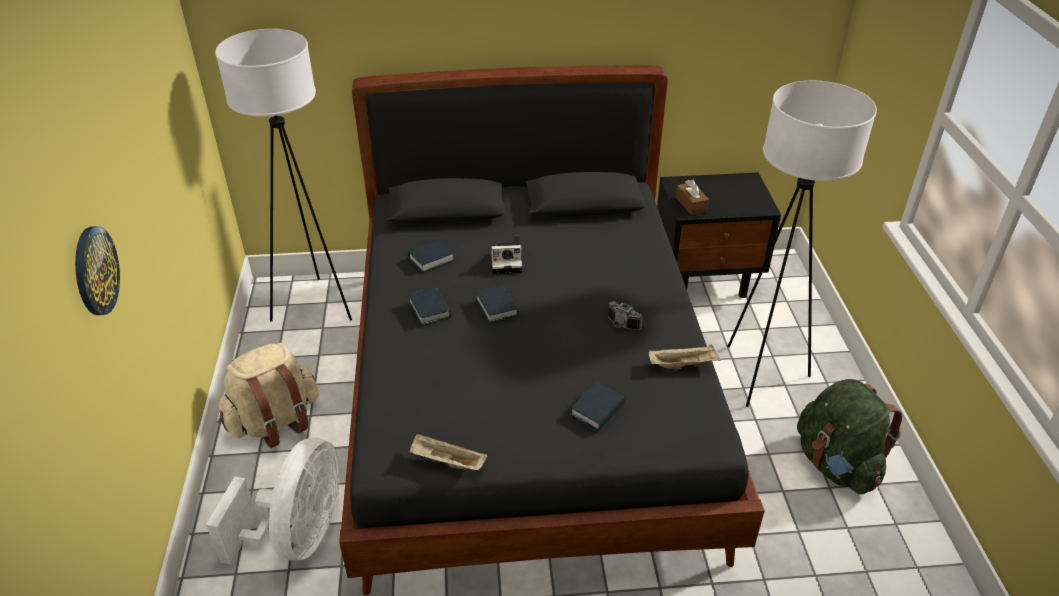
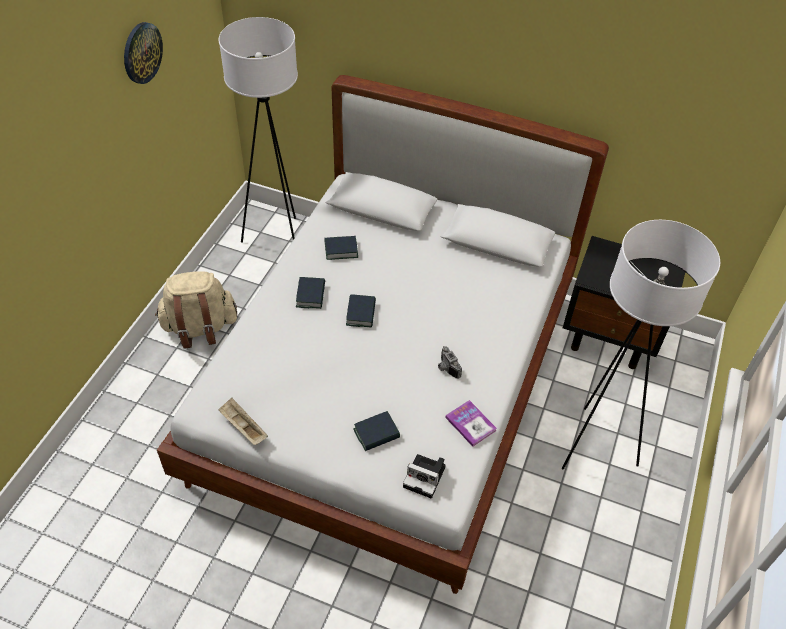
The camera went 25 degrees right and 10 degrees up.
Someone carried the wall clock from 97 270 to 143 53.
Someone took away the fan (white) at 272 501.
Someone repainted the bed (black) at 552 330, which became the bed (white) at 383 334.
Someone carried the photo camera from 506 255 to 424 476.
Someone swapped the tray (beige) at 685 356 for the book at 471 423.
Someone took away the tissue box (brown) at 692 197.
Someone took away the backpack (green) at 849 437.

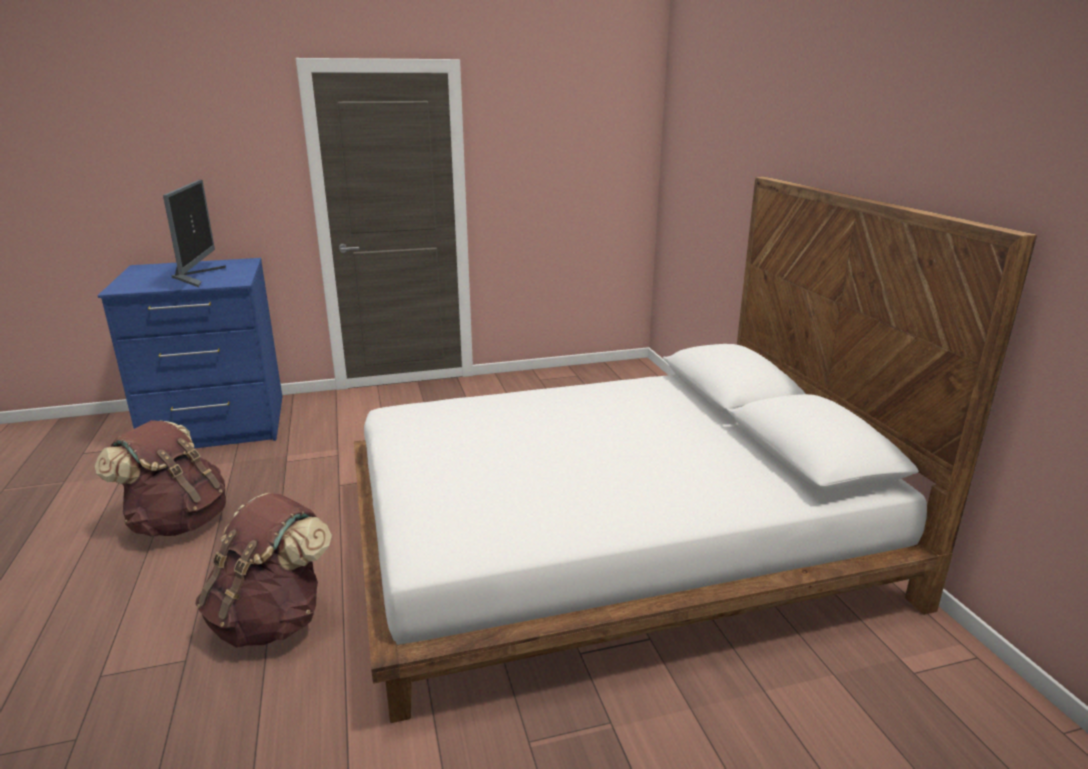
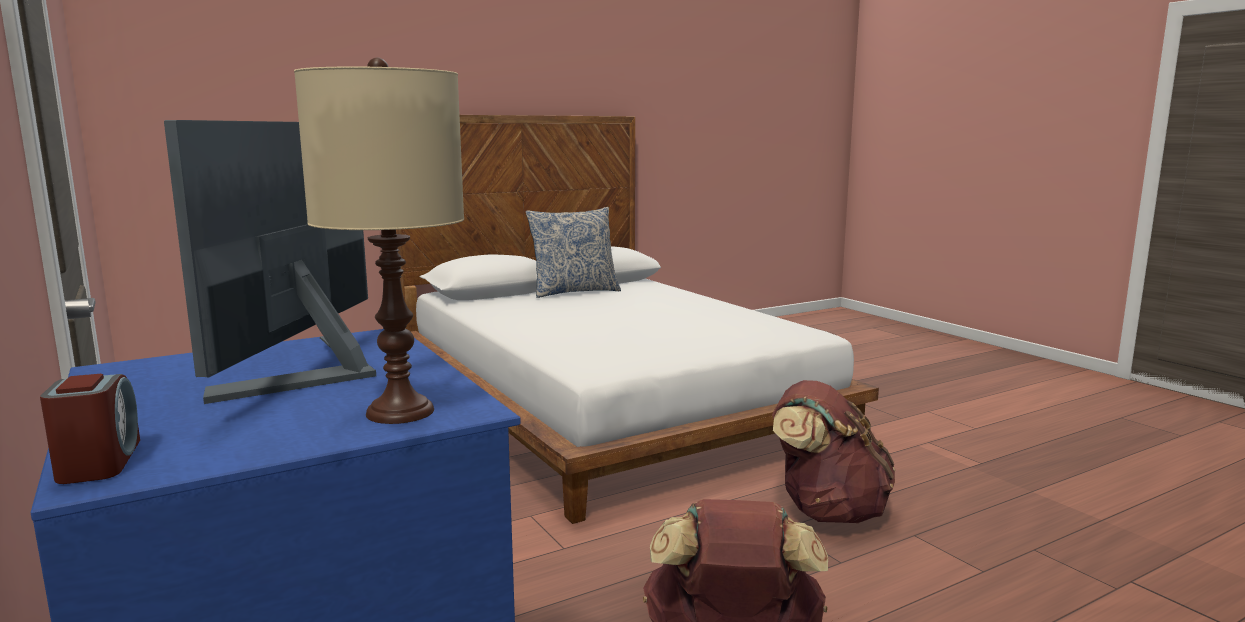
The camera went 105 degrees left and 10 degrees down.
Someone rotated the monitor at 194 233 by 60 degrees counterclockwise.
Someone put down the alarm clock at 90 429.
Someone put down the table lamp (beige) at 379 241.
Someone put down the pillow at 573 252.

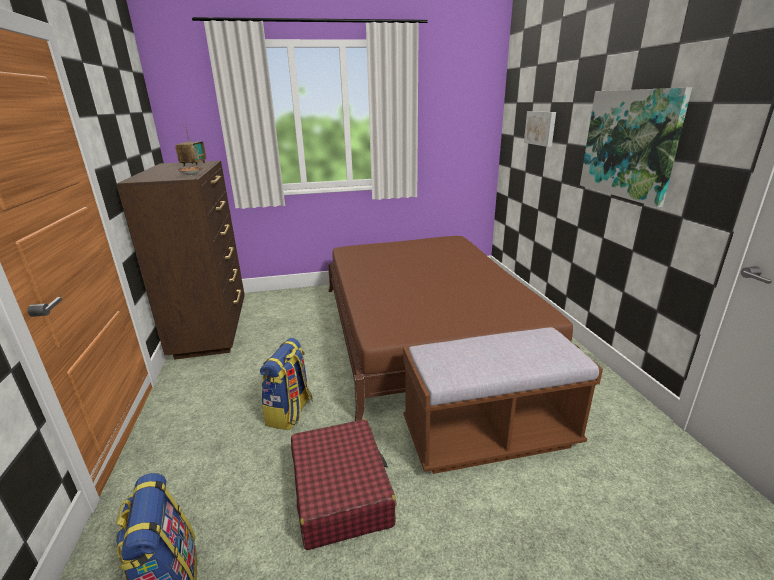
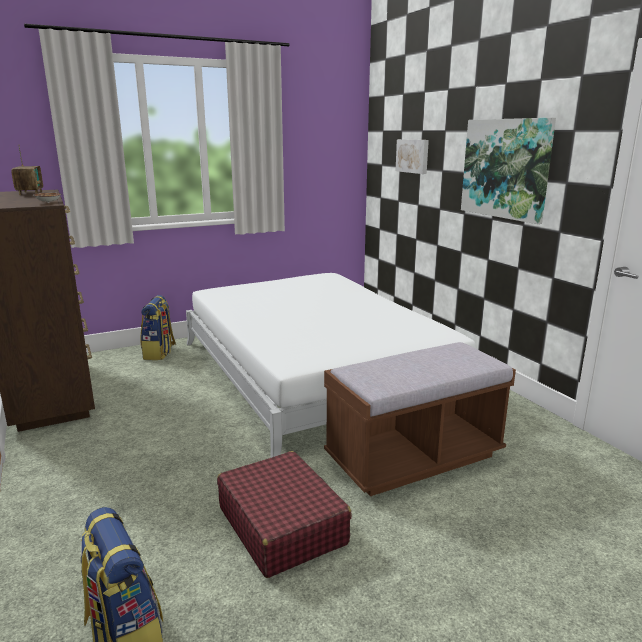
The camera went 15 degrees left and 5 degrees down.
Someone carried the backpack from 286 384 to 158 327.
Someone repainted the bed (brown) at 454 328, which became the bed (white) at 330 365.

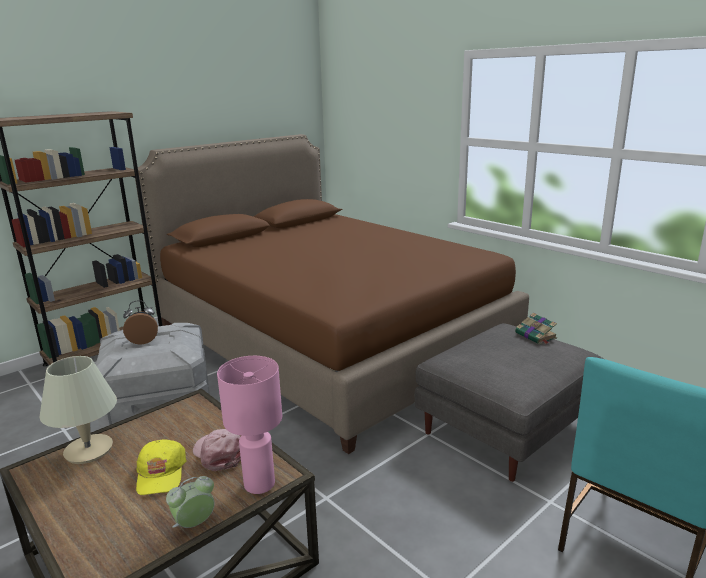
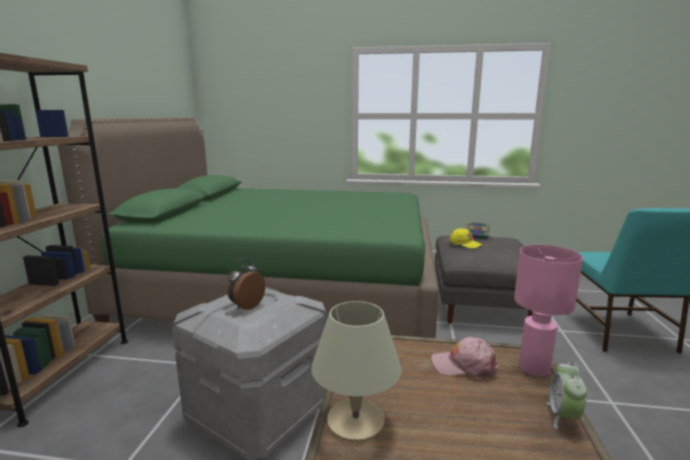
The camera went 40 degrees left and 5 degrees down.
Someone repainted the bed (brown) at 332 294, which became the bed (green) at 248 227.
Someone carried the cap (yellow) from 161 467 to 465 238.

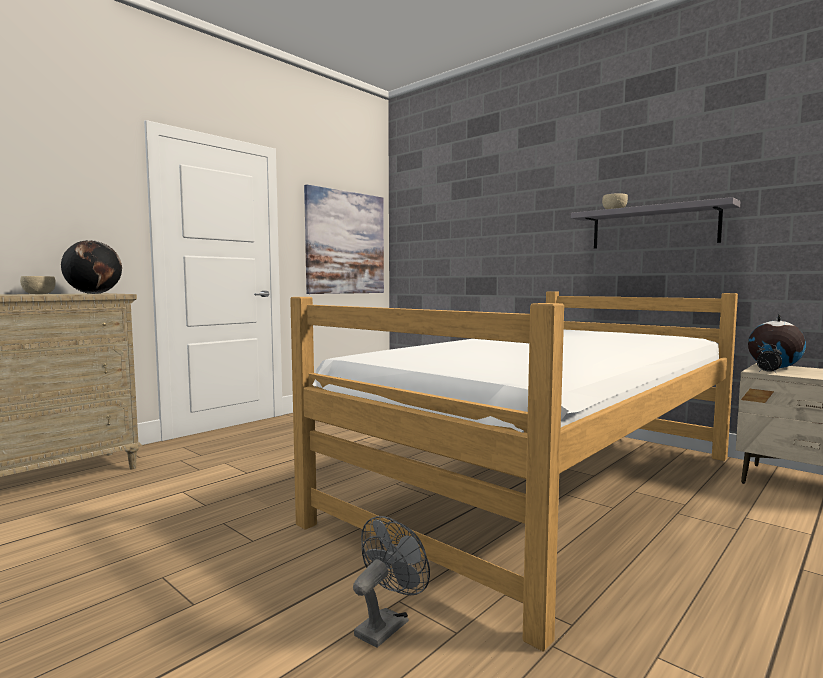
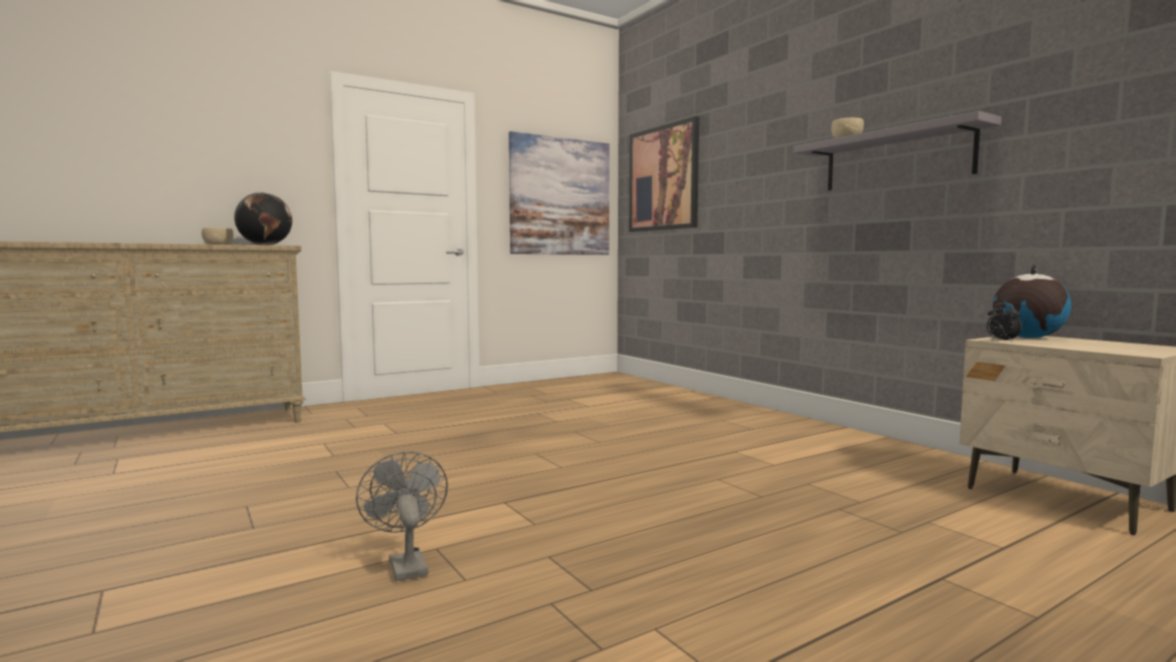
The camera went 15 degrees right and 0 degrees up.
Someone took away the bed at 514 471.
Someone rotated the fan (grey) at 391 582 by 75 degrees counterclockwise.
Someone put up the picture at 664 174.

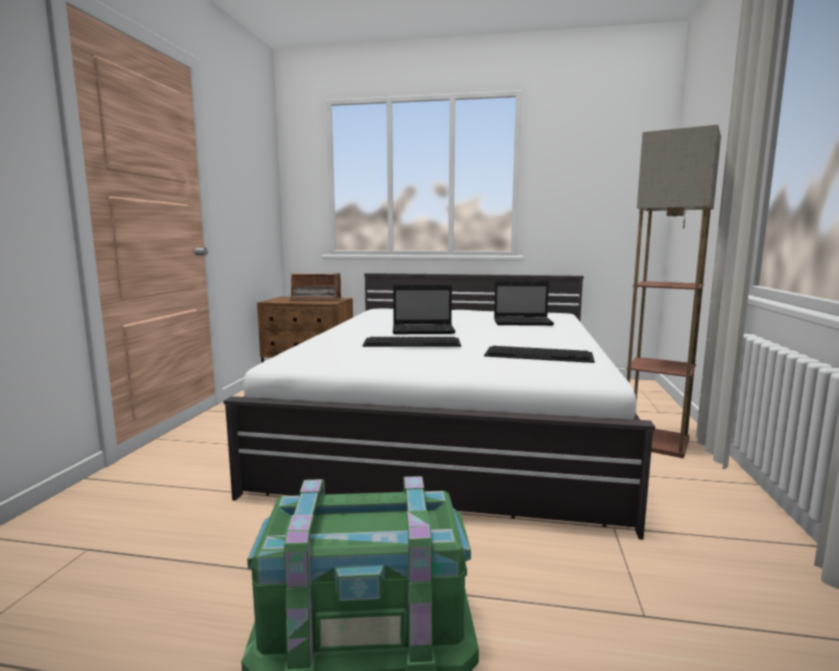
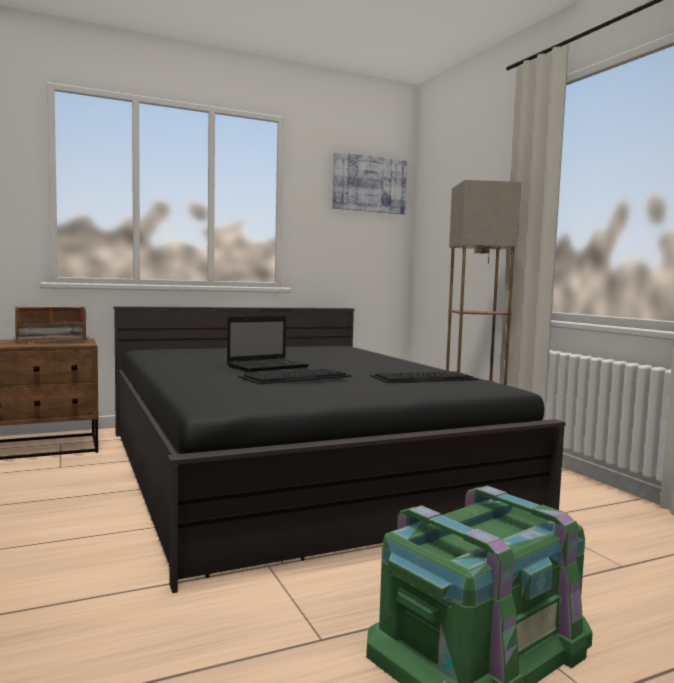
The camera went 35 degrees left and 5 degrees down.
Someone repainted the bed (white) at 439 406, which became the bed (black) at 339 449.
Someone took away the laptop at 524 303.
Someone put up the picture at 369 183.

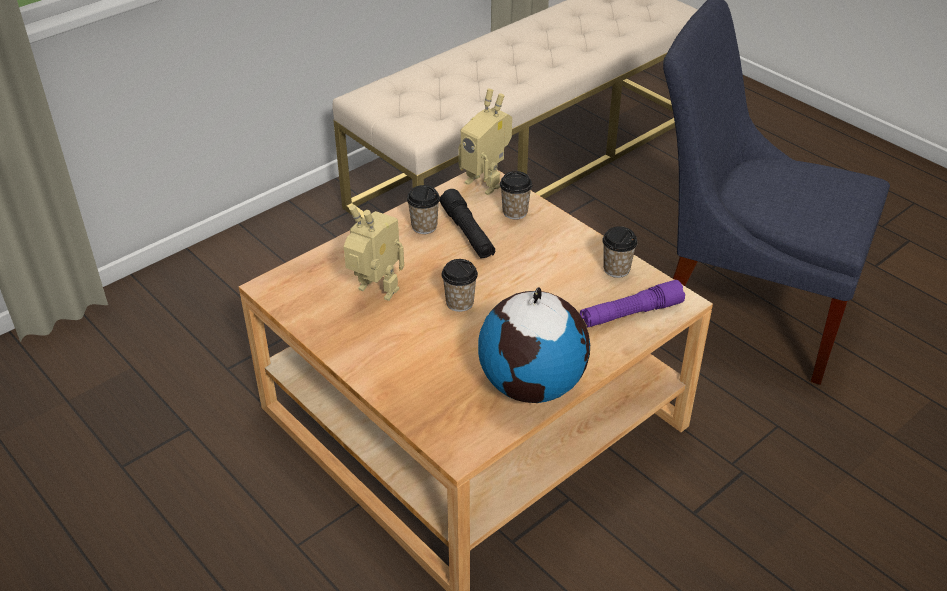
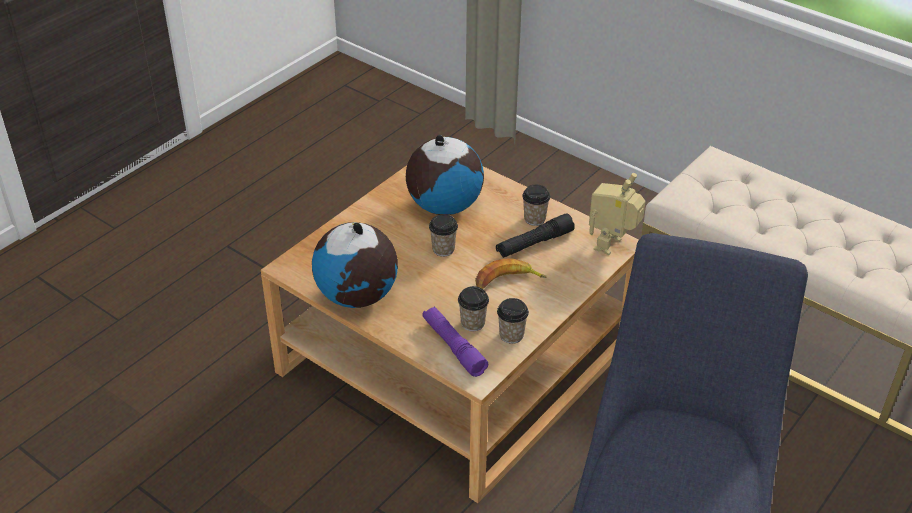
The camera went 80 degrees right and 0 degrees up.
Someone swapped the toy robot at 374 253 for the globe at 445 175.
Someone carried the cup from 516 195 to 473 308.
Someone put down the banana at 511 273.

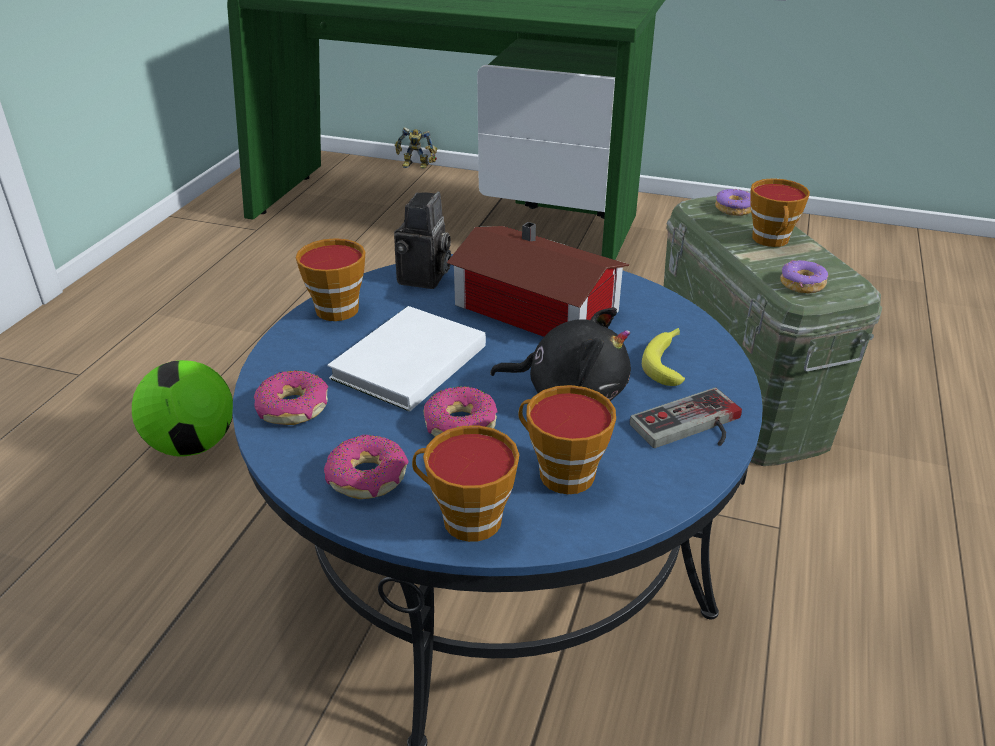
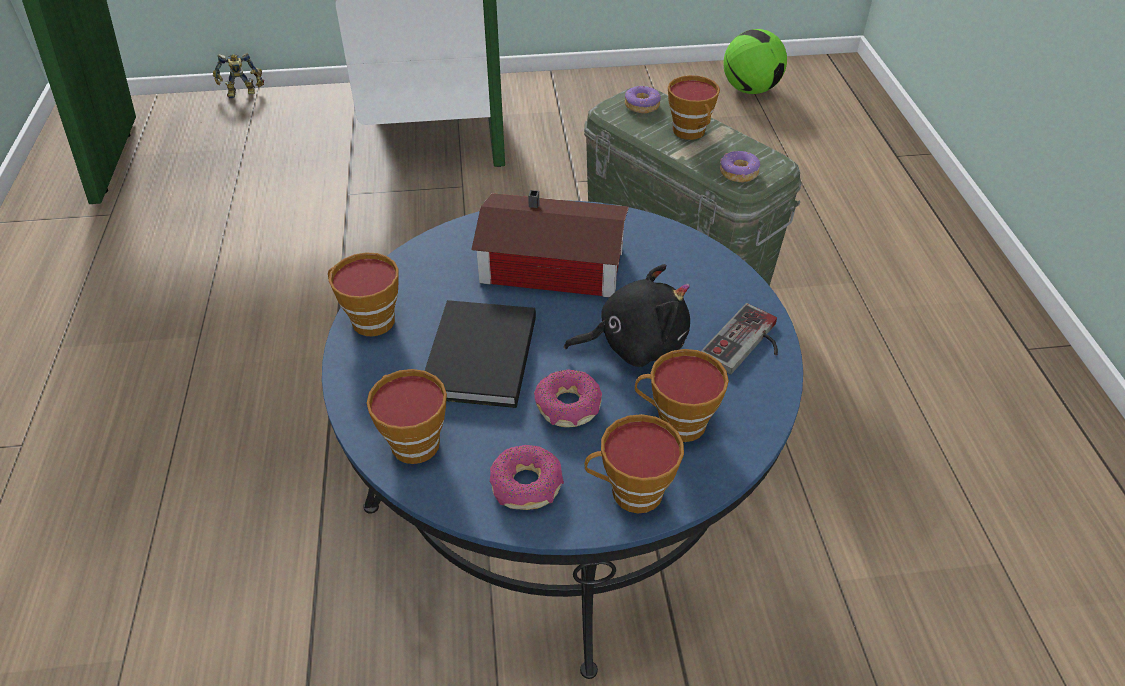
The camera went 25 degrees left and 10 degrees up.
Someone carried the football from 182 408 to 755 61.
Someone swapped the donut at 291 397 for the cup at 407 416.
Someone repainted the book (white) at 406 359, which became the book (black) at 480 354.
Someone took away the photo camera at 422 240.
Someone took away the banana at 663 357.

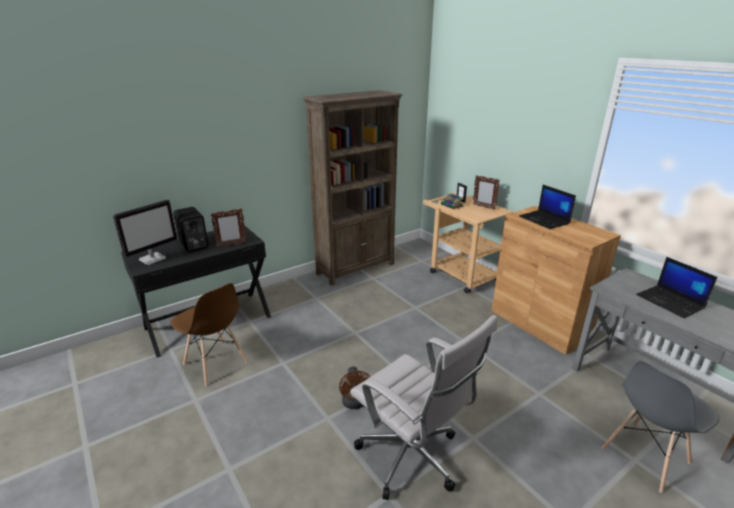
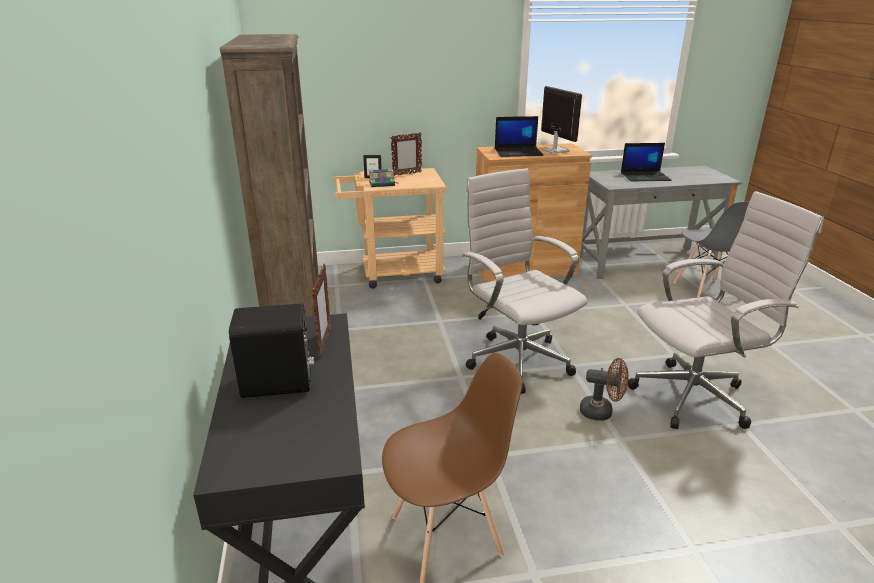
The camera went 65 degrees left and 0 degrees up.
Someone carried the monitor from 145 232 to 561 120.
Someone put down the office chair (white) at 525 281.

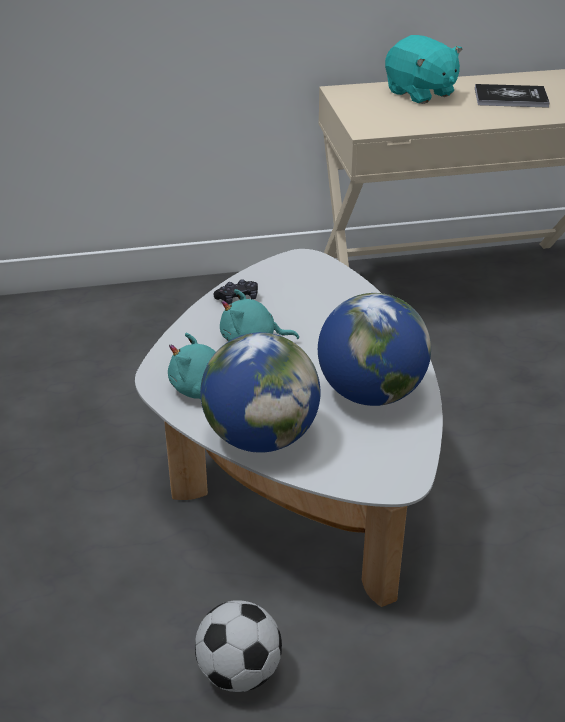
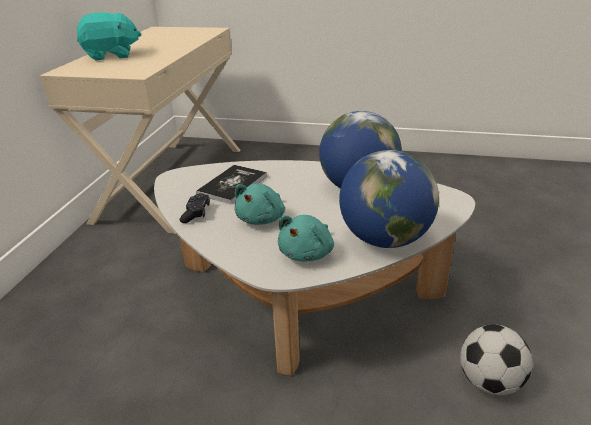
The camera went 65 degrees left and 5 degrees down.
Someone carried the book from 512 96 to 231 185.

